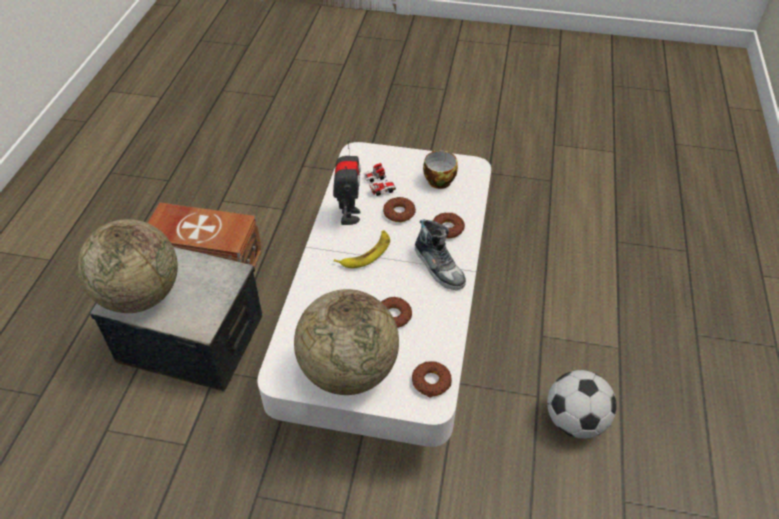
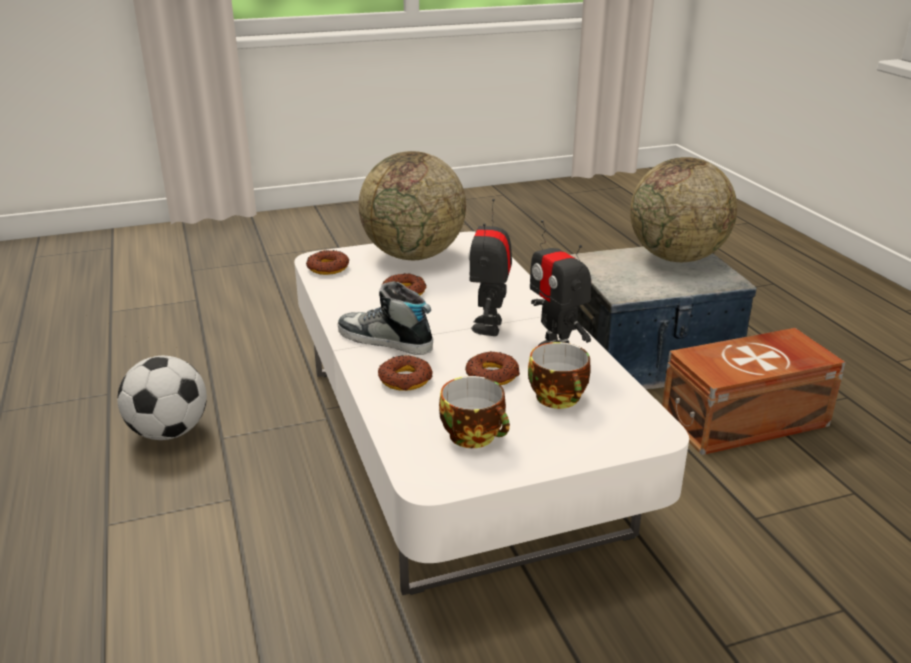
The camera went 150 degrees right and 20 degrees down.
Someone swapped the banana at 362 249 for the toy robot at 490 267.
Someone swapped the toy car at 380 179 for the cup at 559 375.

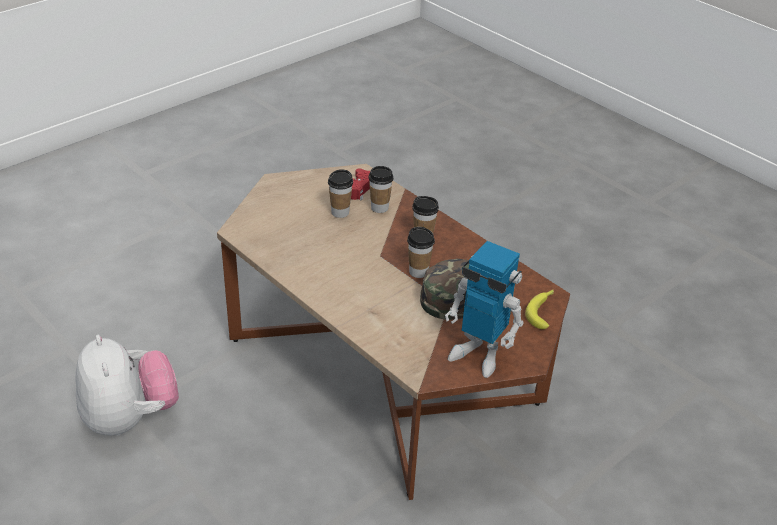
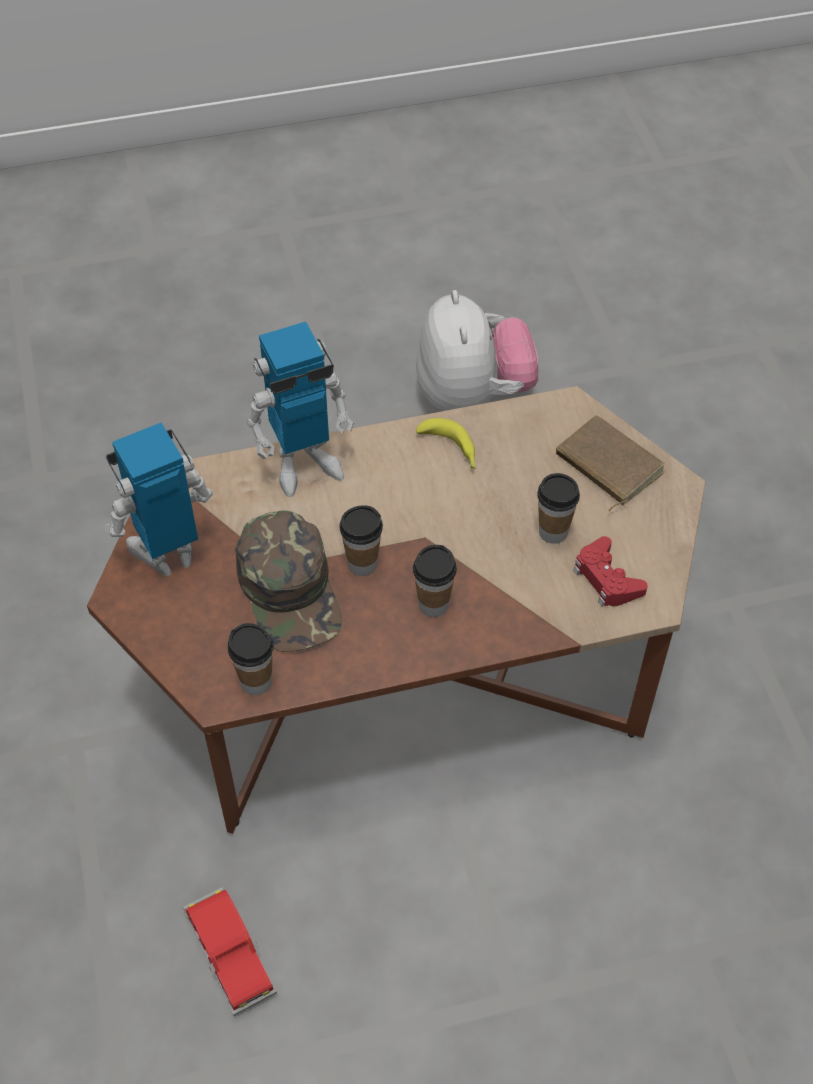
The camera went 120 degrees right and 15 degrees up.
Someone rotated the plush toy at 127 385 by 105 degrees counterclockwise.
Someone carried the cup from 381 189 to 251 659.
Someone carried the banana from 539 309 to 446 443.
Someone put down the toy car (red) at 230 951.
Someone put down the toy robot at 300 409.
Someone put down the book (brown) at 610 463.

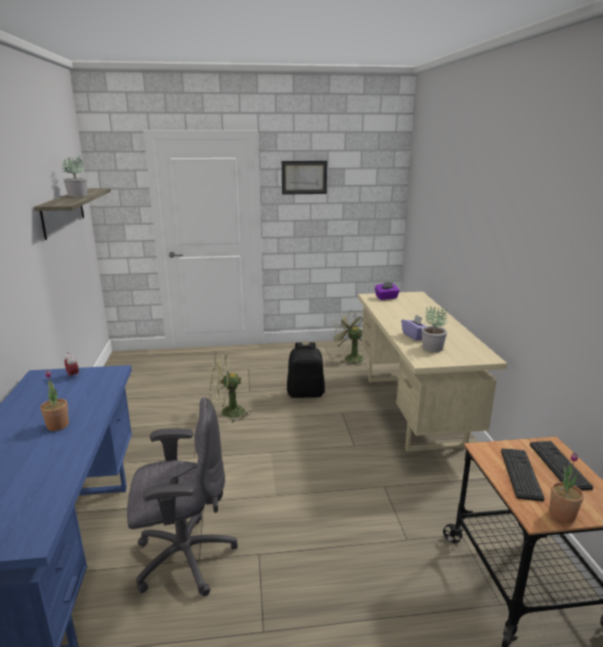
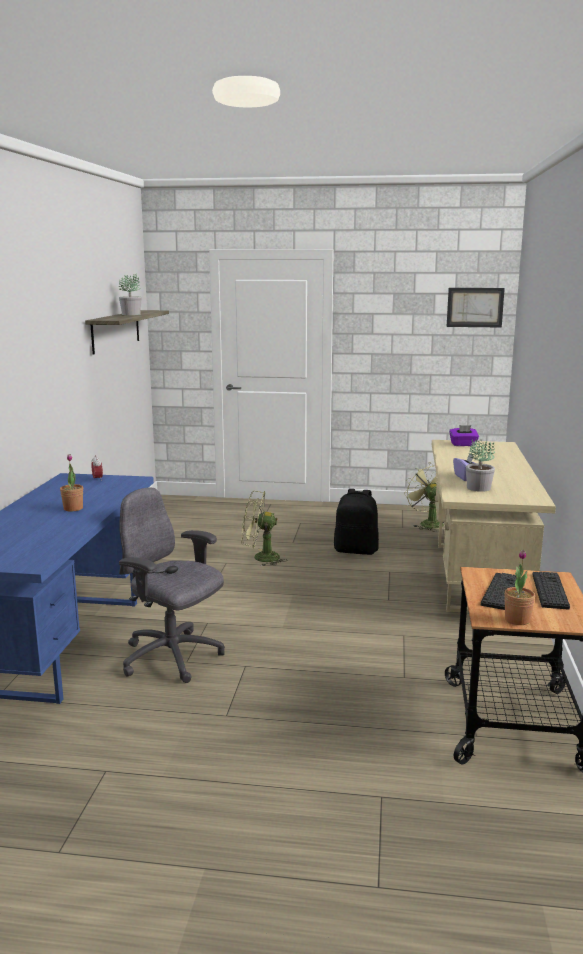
The camera went 15 degrees right and 5 degrees down.
Someone rotated the office chair (grey) at 182 496 by 150 degrees counterclockwise.
Someone carried the picture from 304 178 to 476 308.

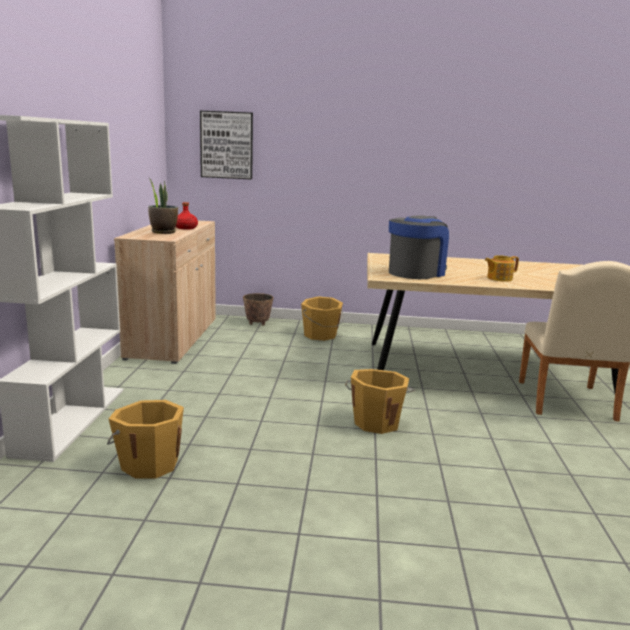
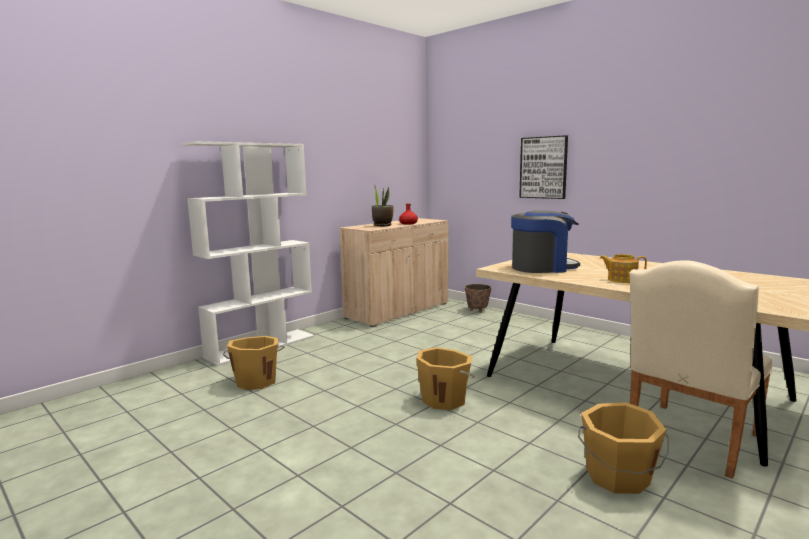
The camera went 40 degrees right and 5 degrees down.
Someone carried the picture from 226 145 to 543 167.
Someone carried the bucket (orange) from 322 318 to 623 448.

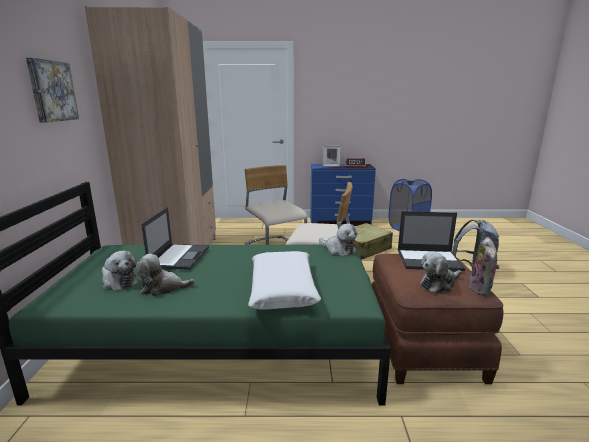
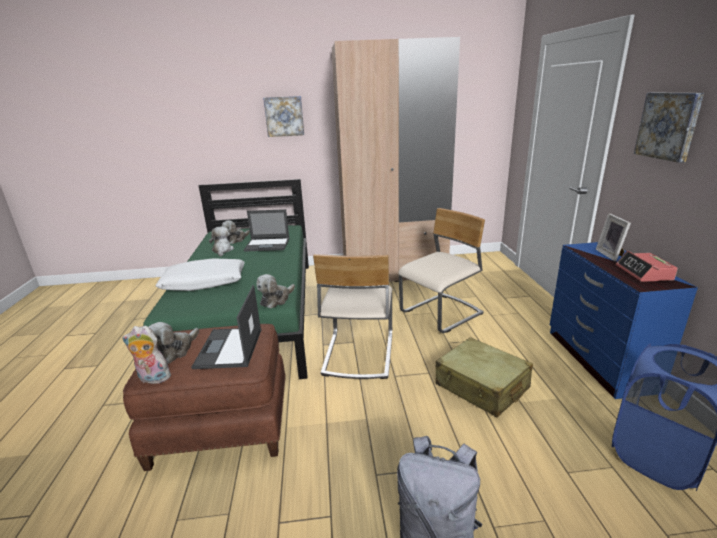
The camera went 85 degrees right and 5 degrees up.
Someone rotated the plush toy at 440 272 by 120 degrees counterclockwise.
Someone put up the picture at 669 127.

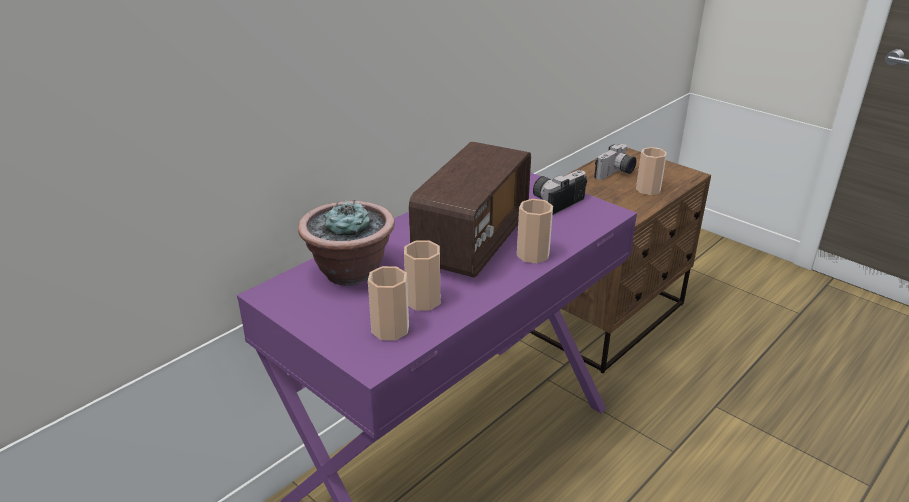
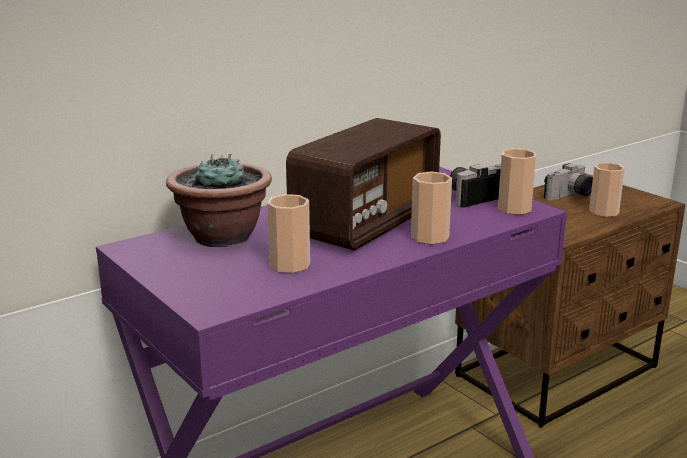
The camera went 10 degrees right and 10 degrees down.
Someone carried the cup from 388 303 to 517 181.

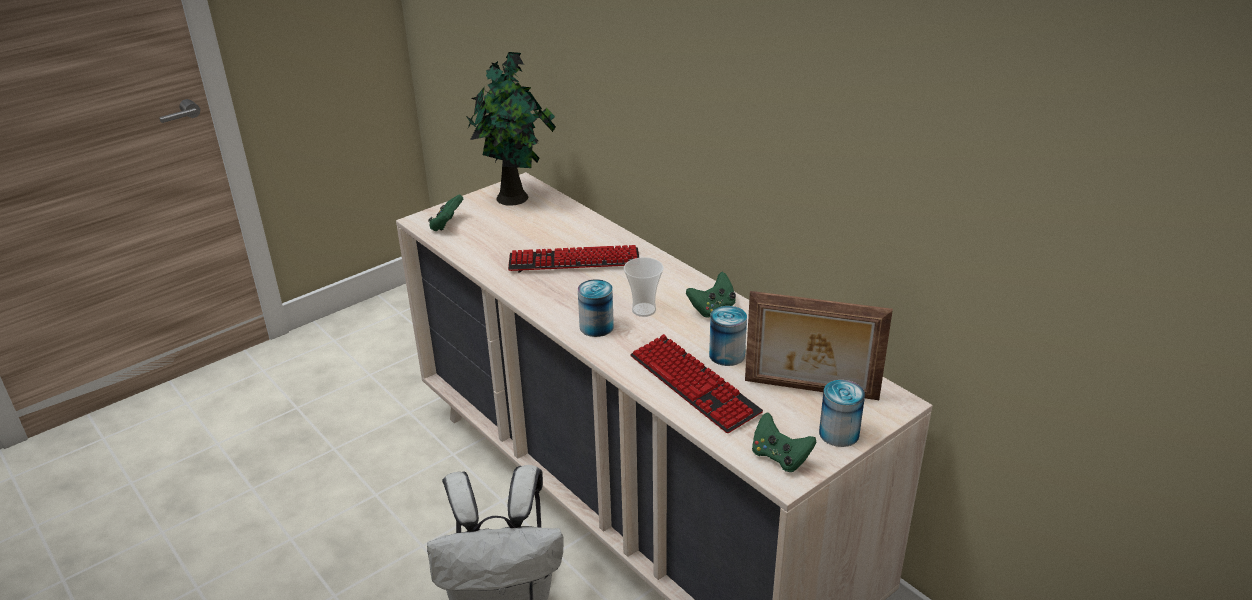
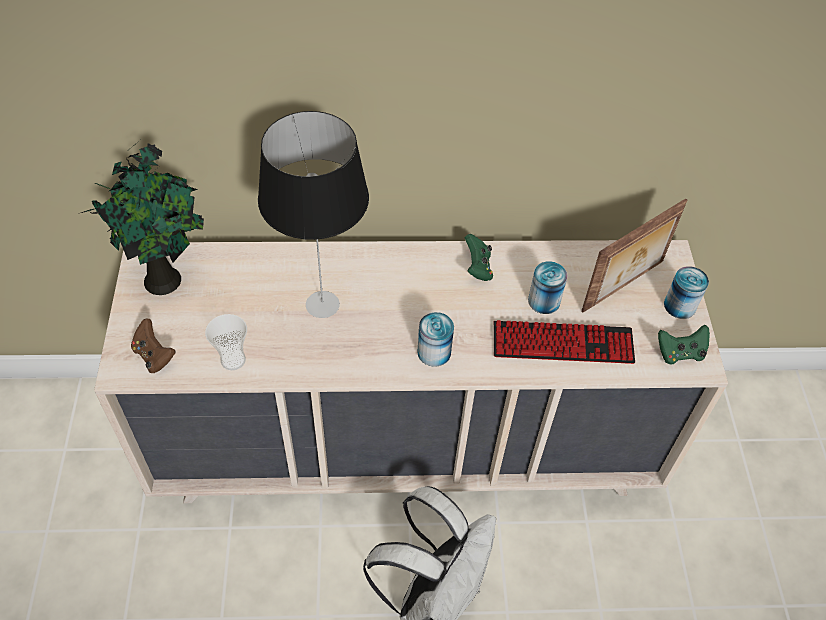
The camera went 55 degrees left and 20 degrees up.
Someone repainted the game controller (green) at 446 213, which became the game controller (brown) at 153 346.
Someone swapped the keyboard at 573 259 for the table lamp at 313 214.
Someone carried the cup from 643 287 to 226 342.

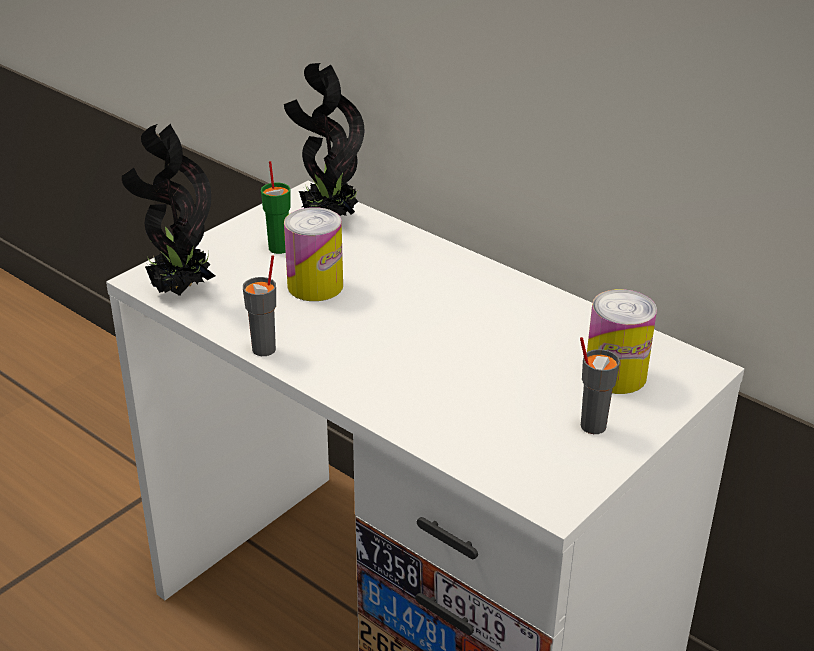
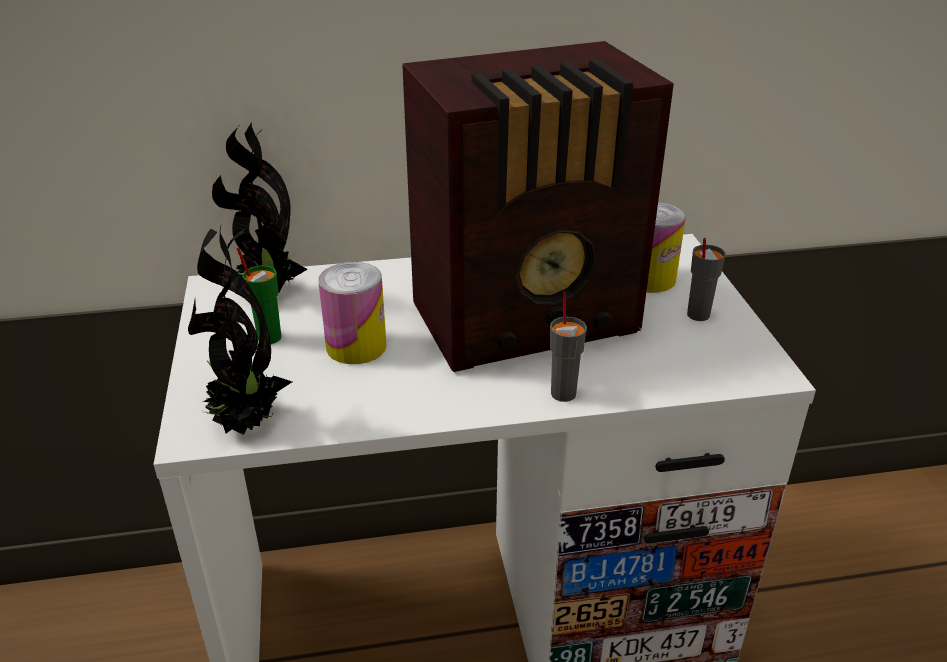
The camera went 50 degrees left and 0 degrees up.
Someone carried the cup (grey) from 259 305 to 568 346.
Someone put down the radio at 538 206.

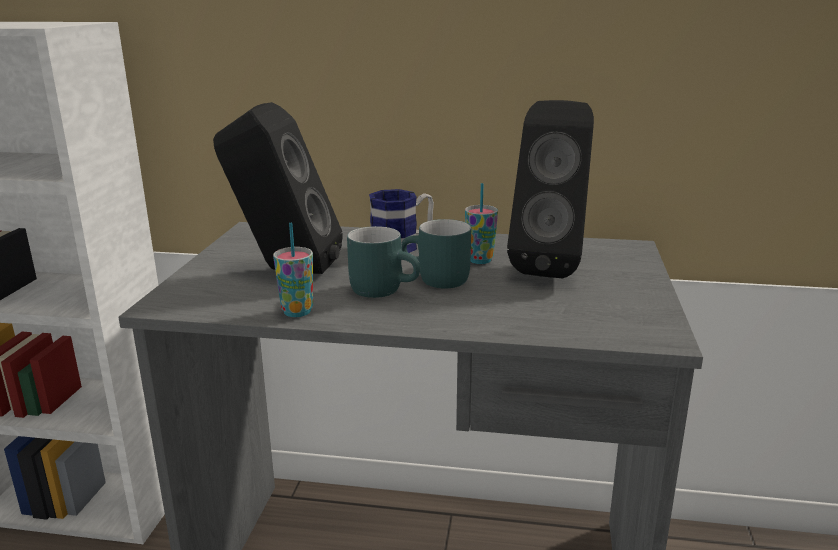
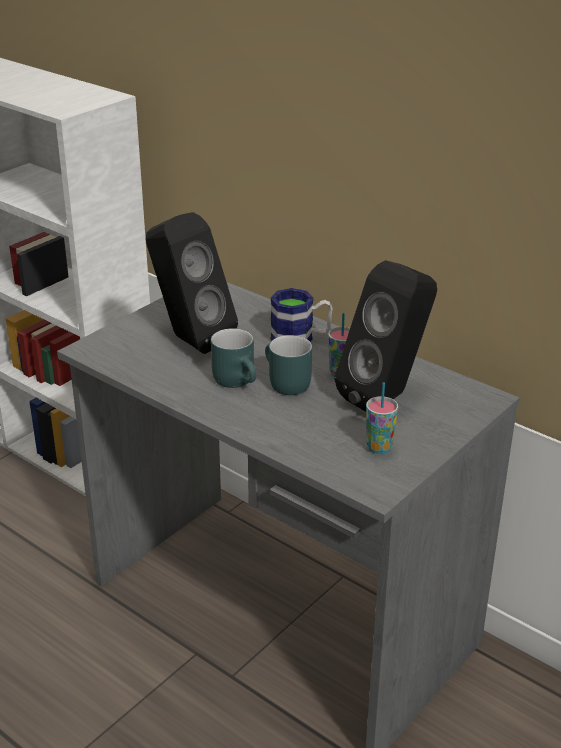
The camera went 30 degrees right and 10 degrees up.
Someone carried the cup from 293 270 to 382 418.

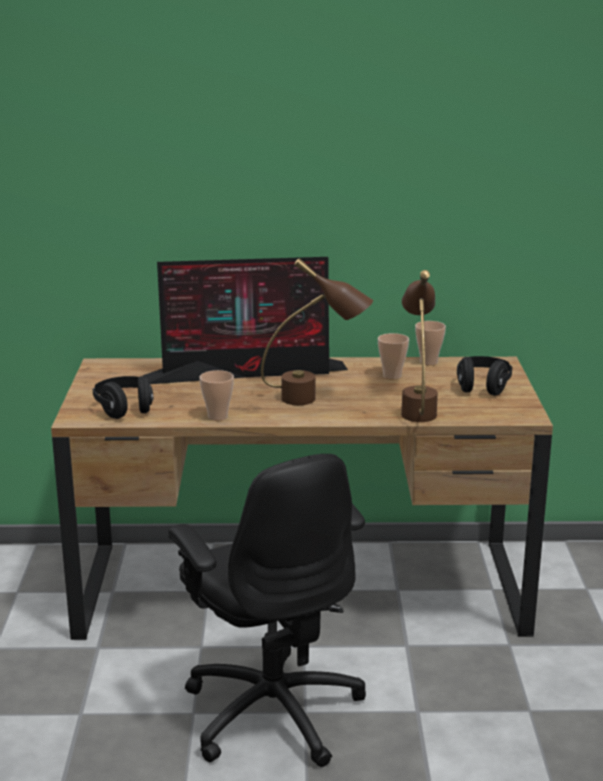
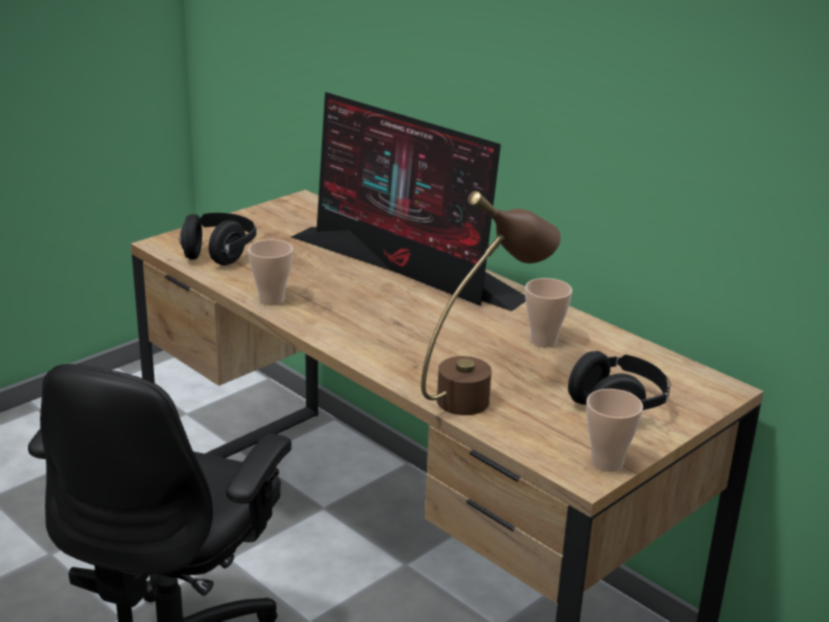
The camera went 45 degrees right and 5 degrees up.
Someone took away the table lamp (brown) at 317 331.
Someone carried the cup from 430 343 to 614 430.

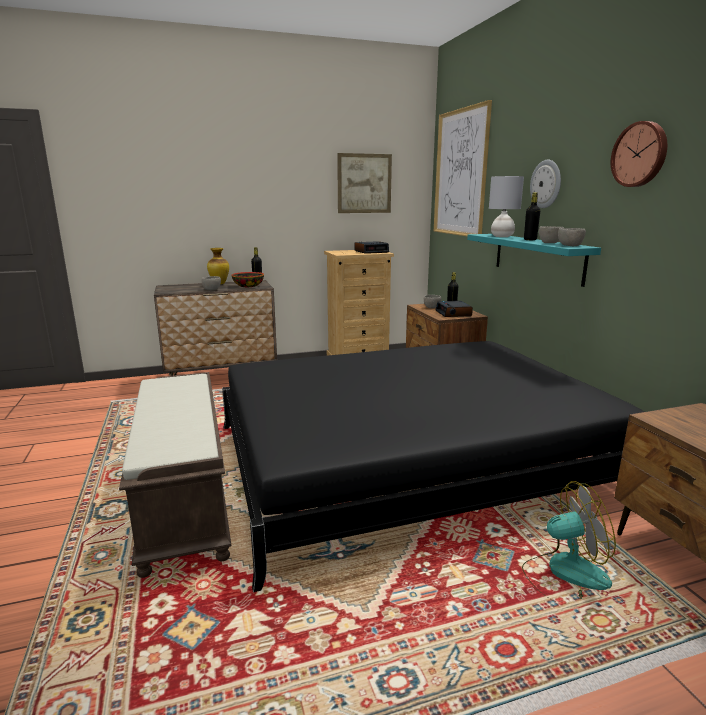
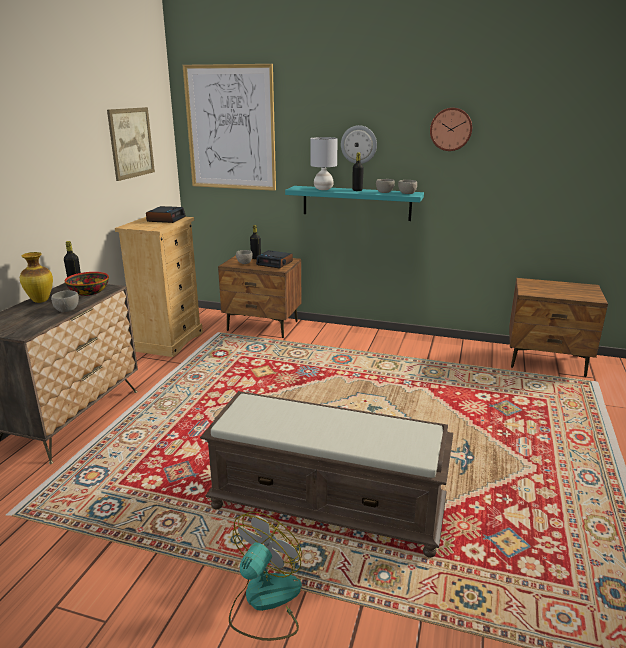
The camera went 55 degrees left and 5 degrees up.
Someone took away the bed (black) at 433 466.
Someone carried the fan from 569 540 to 265 576.

